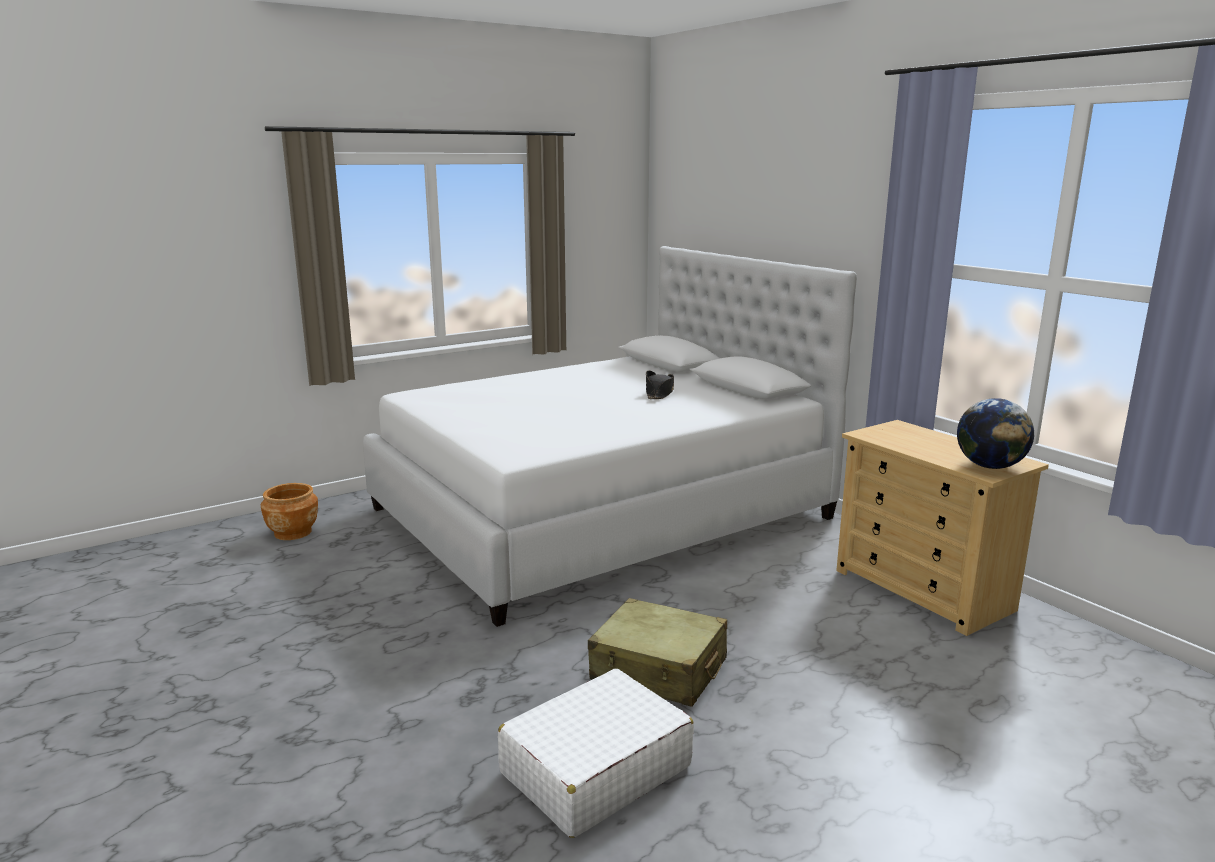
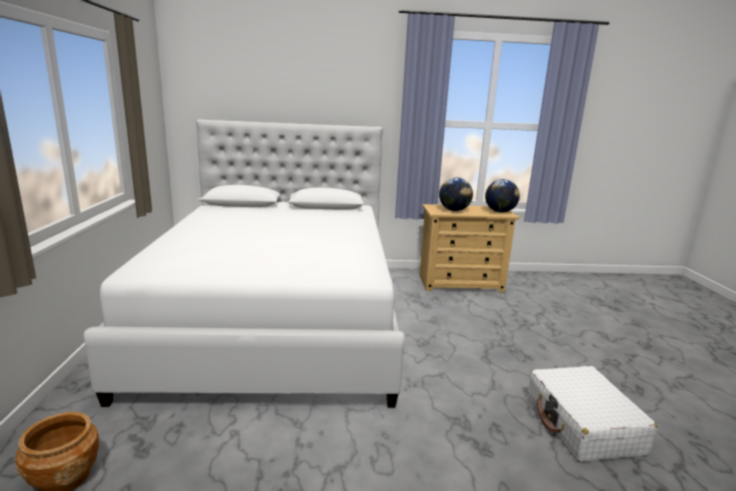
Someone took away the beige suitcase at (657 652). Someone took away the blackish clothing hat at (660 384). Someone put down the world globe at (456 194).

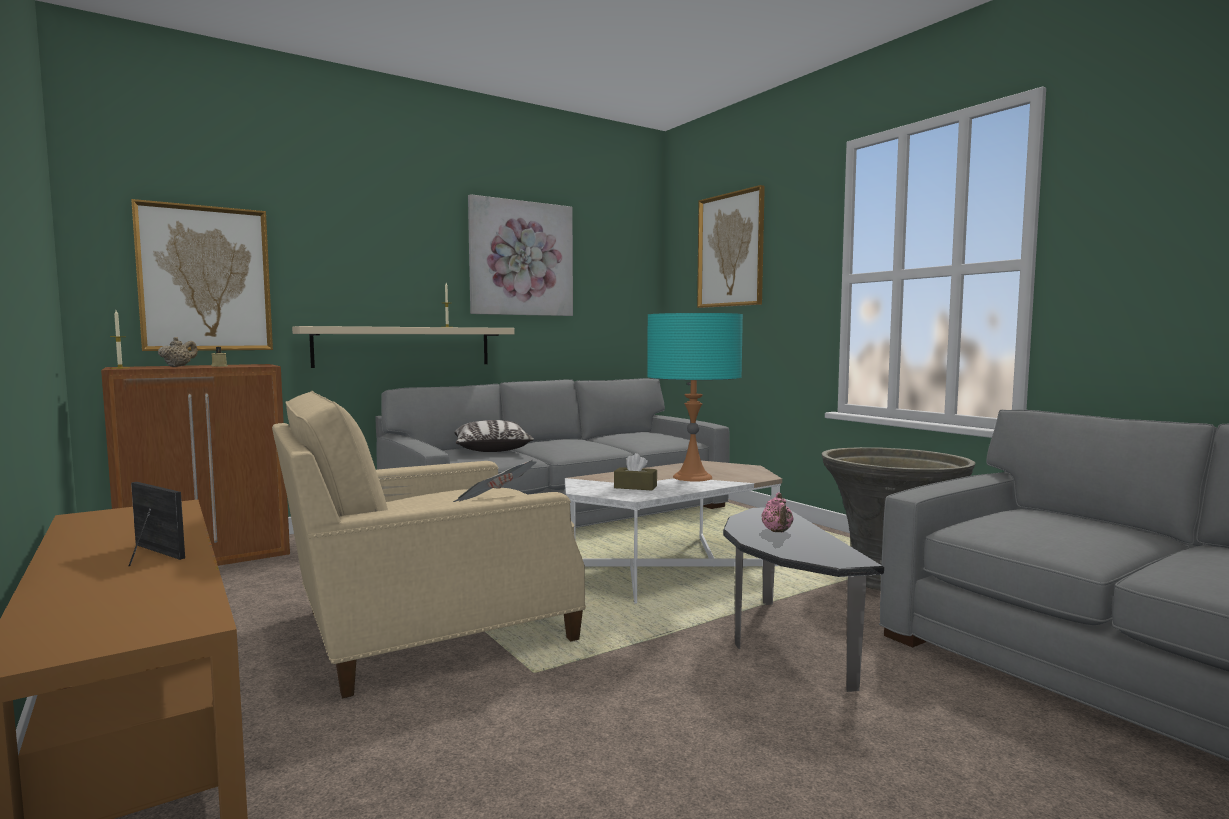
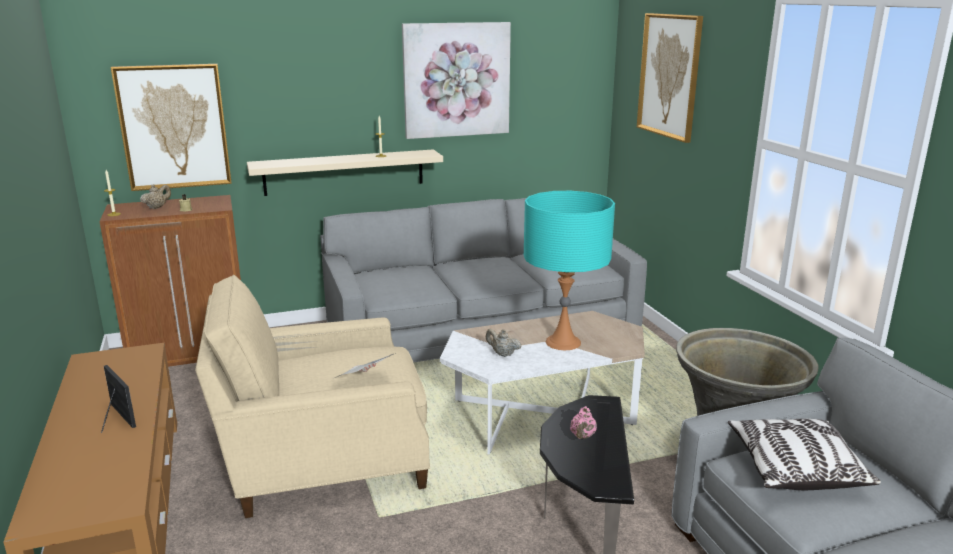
Someone carried the throw pillow from (494 436) to (804 455). Someone swapped the brown-coloured tissue box at (635 471) for the beige pot for tea at (503 343).

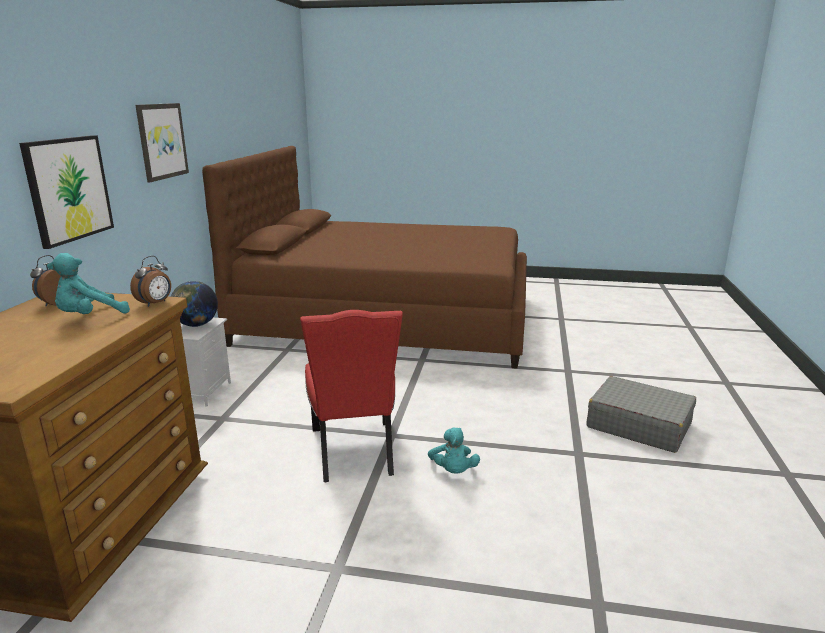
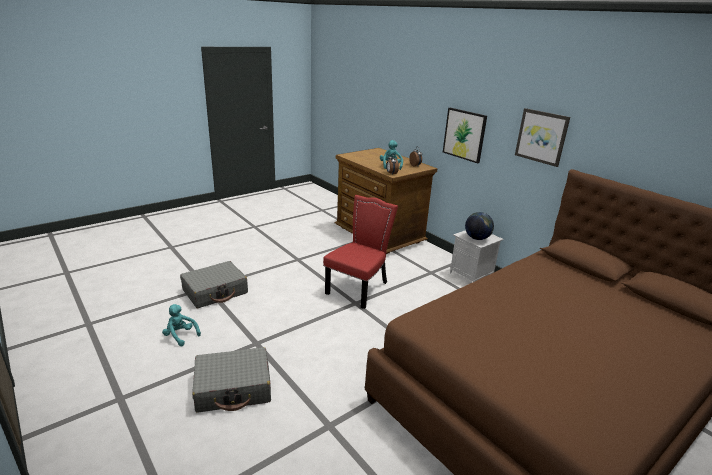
Someone rotated the red upright chair at (351 396) by 90 degrees clockwise. Someone carried the turquoise cuddly toy from (454 451) to (181 325). Someone put down the gray suitcase at (214 284).

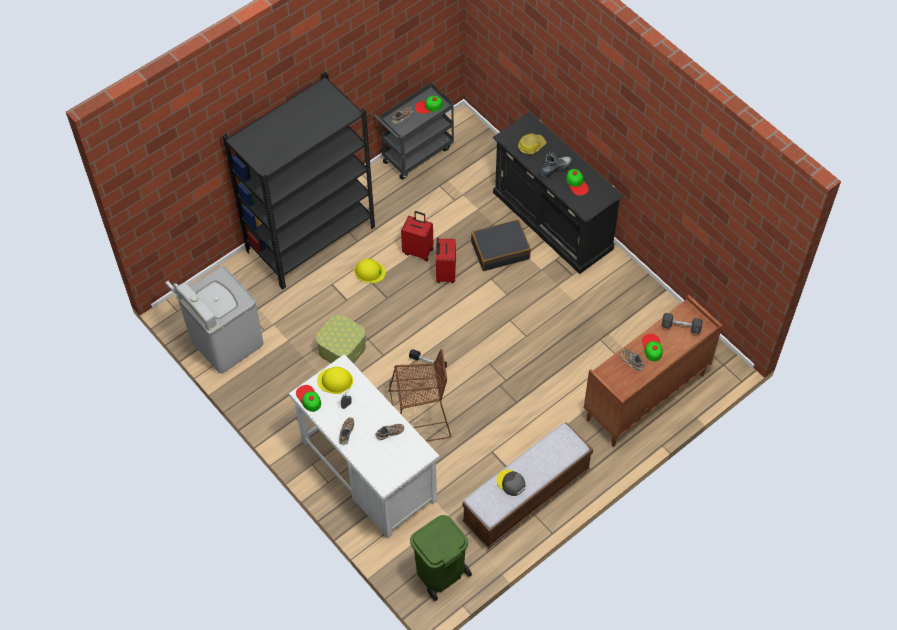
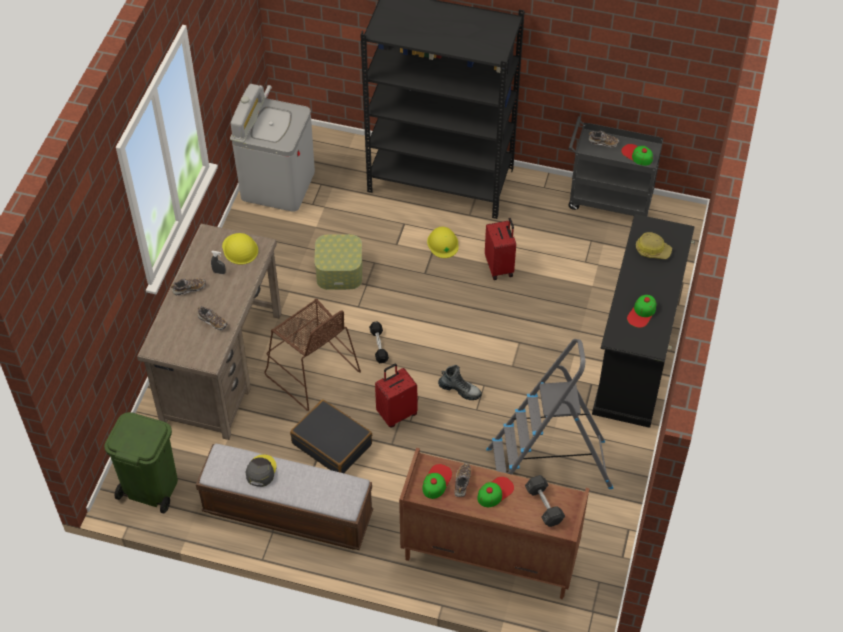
Someone repainted the whitish desk table at (364 446), which became the brown-coloured desk table at (209 332). Someone carried the peaked cap from (308 398) to (437 481). Someone carried the red suitcase from (446 260) to (396 395). Someone carried the blackish suitcase from (501 245) to (331 436). Someone carried the boot from (555 165) to (460 382). Someone put down the gray stepladder at (549 414).

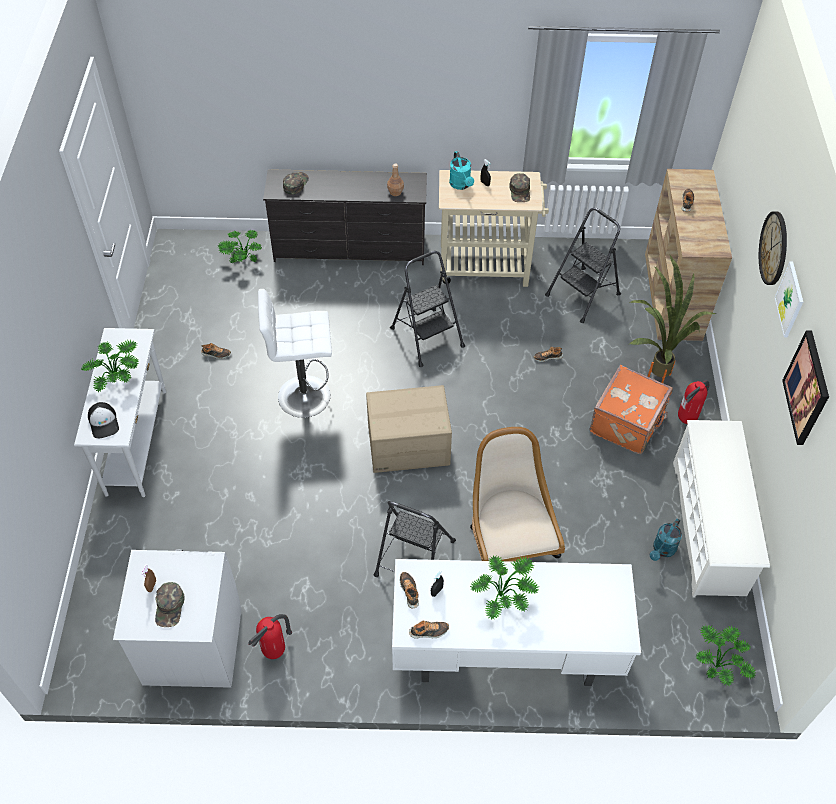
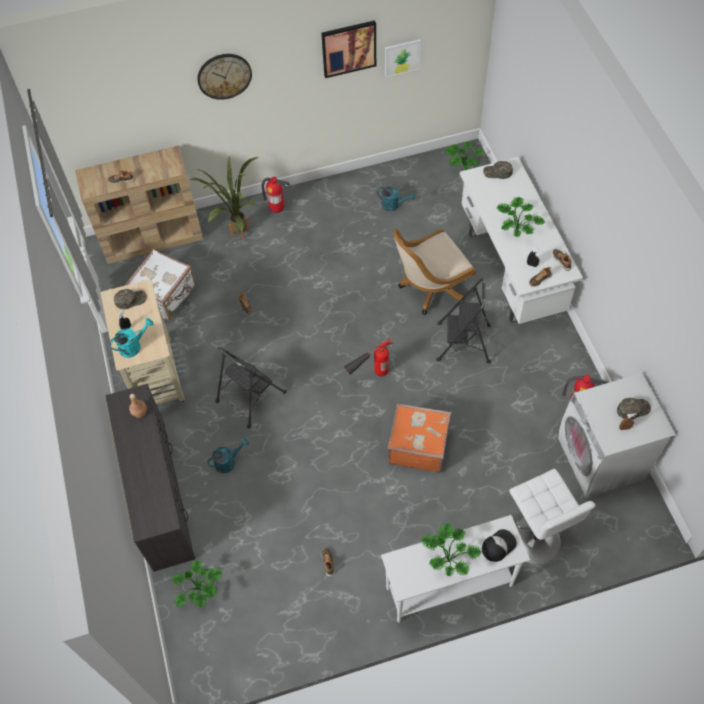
Someone carried the whitish sitting stool from (295 353) to (553 516). Someone carried the greenish peaked cap from (296 183) to (498 170). Someone swapped the carton at (409 429) for the extinguisher at (368 357). Someone swapped the blackish stepladder at (583 265) for the whitish suitcase at (160 284). Someone carried the orange-coloured suitcase from (631 409) to (419 438). Someone took away the whitish shoe stand at (721 509). Someone carried the wall art from (789 299) to (403 58). Someone put down the turquoise watering can at (228 456).

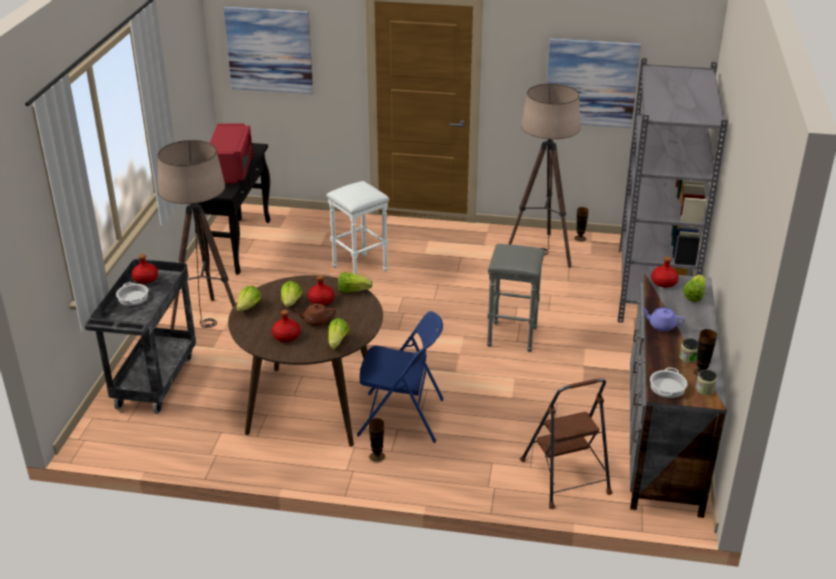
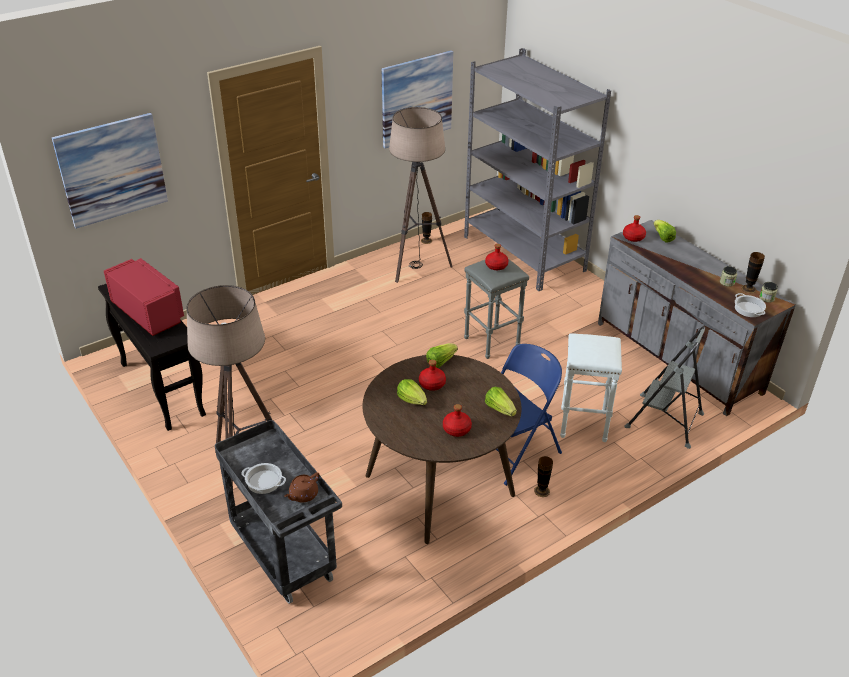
Someone carried the red drink bottle from (145 269) to (496 257). Someone took away the lettuce at (249 298). Someone carried the brown-coloured pot for tea from (315 314) to (301 487). Someone carried the whitish sitting stool from (357 227) to (591 387). Someone repainted the brown-coloured stepladder at (566 443), which became the gray stepladder at (664 387). Someone took away the purple-coloured pot for tea at (663 319).

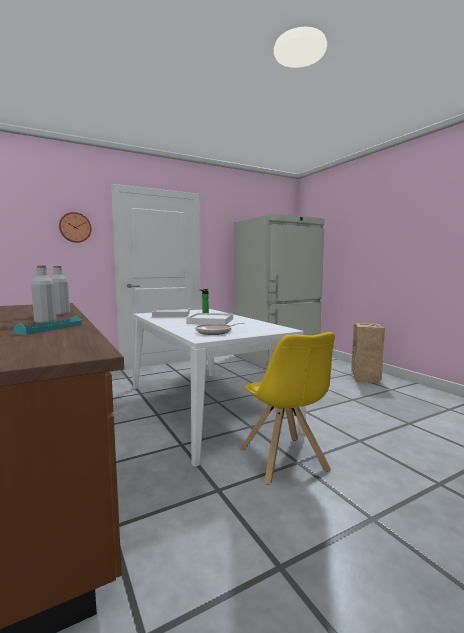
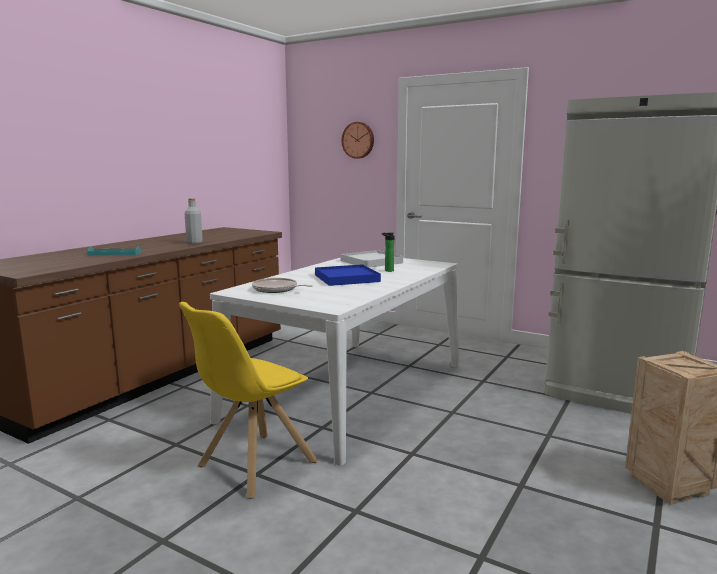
Someone took away the gray drink bottle at (43 294). Someone repainted the whitish tray at (209 319), which became the blue tray at (348 275).

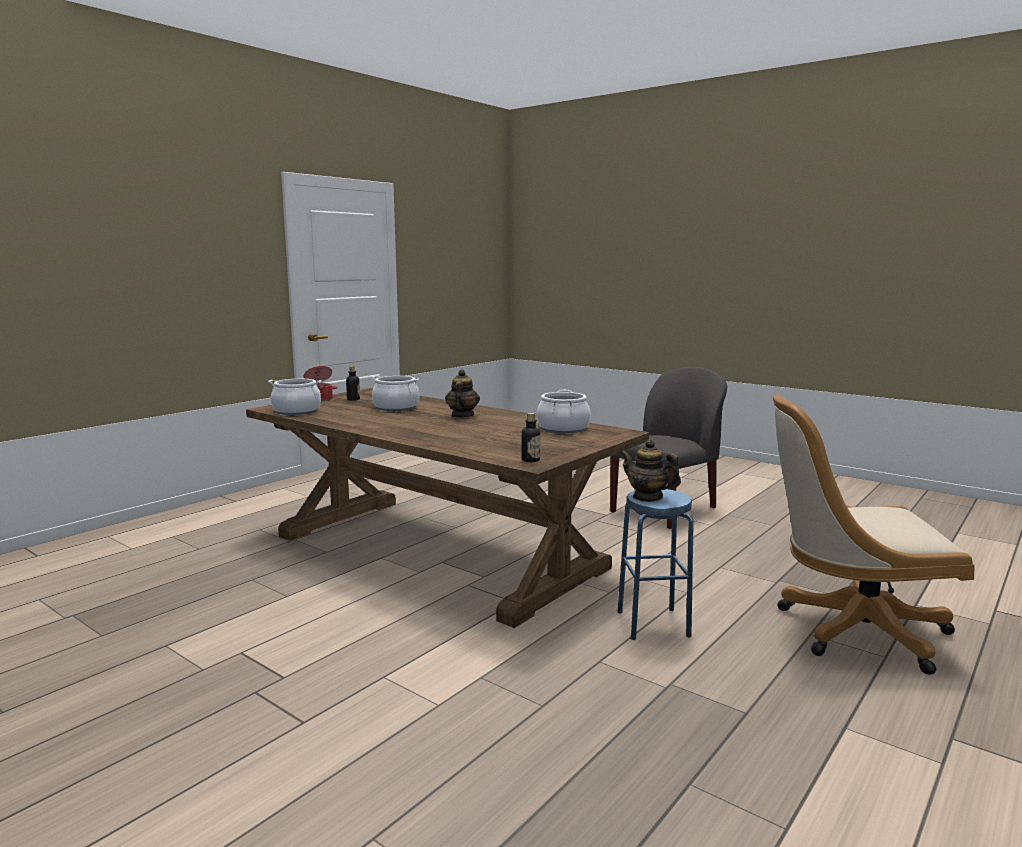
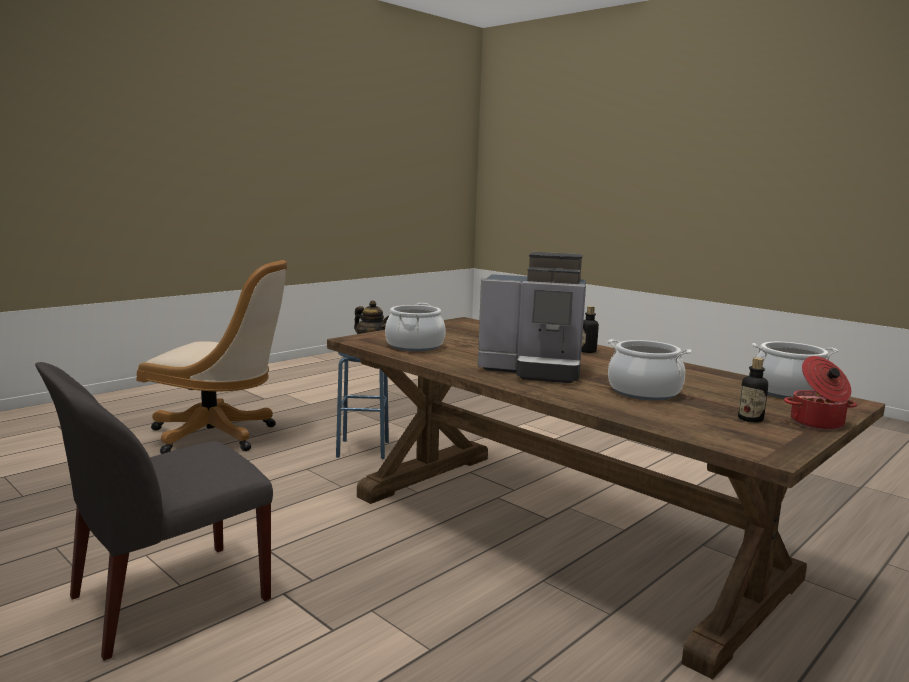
Someone swapped the pot for tea at (462 394) for the coffee brewer at (532 317). Someone carried the drink bottle from (531 437) to (590 329).

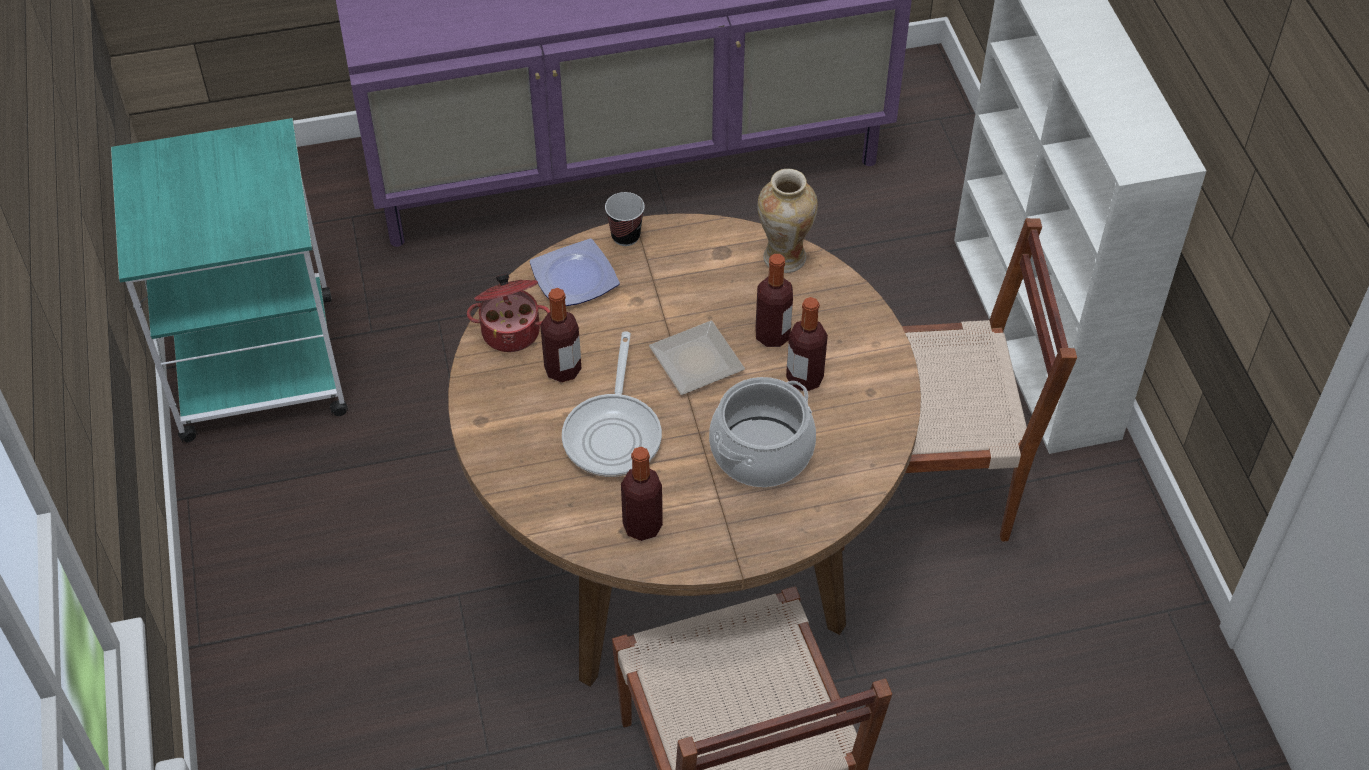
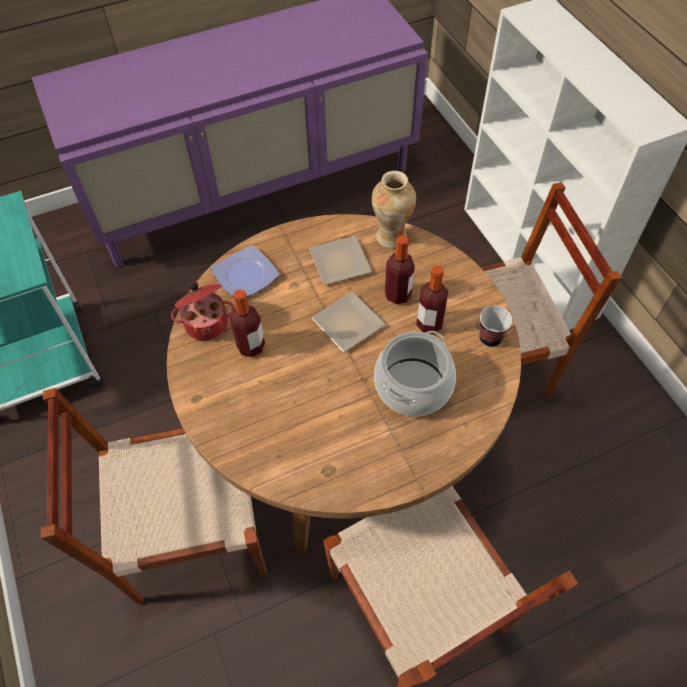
Someone took away the frying pan at (612 404). Someone carried the cup from (625 219) to (496 326). Someone took away the drink bottle at (642 494). Someone put down the upright chair at (154 496). Someone put down the plate at (340 260).

